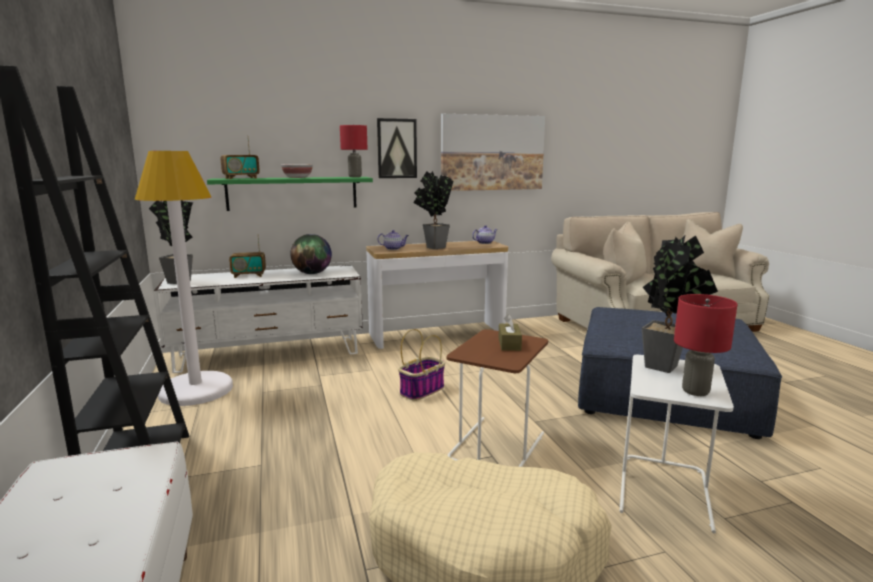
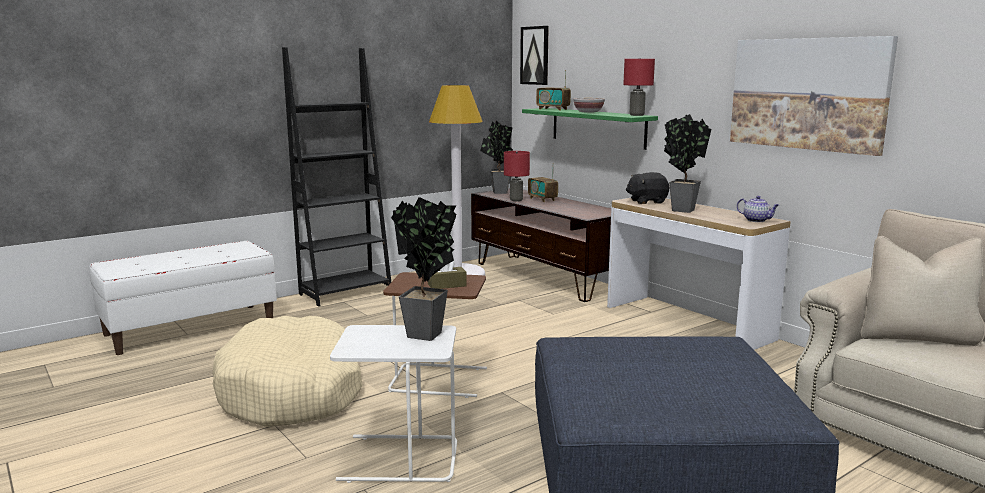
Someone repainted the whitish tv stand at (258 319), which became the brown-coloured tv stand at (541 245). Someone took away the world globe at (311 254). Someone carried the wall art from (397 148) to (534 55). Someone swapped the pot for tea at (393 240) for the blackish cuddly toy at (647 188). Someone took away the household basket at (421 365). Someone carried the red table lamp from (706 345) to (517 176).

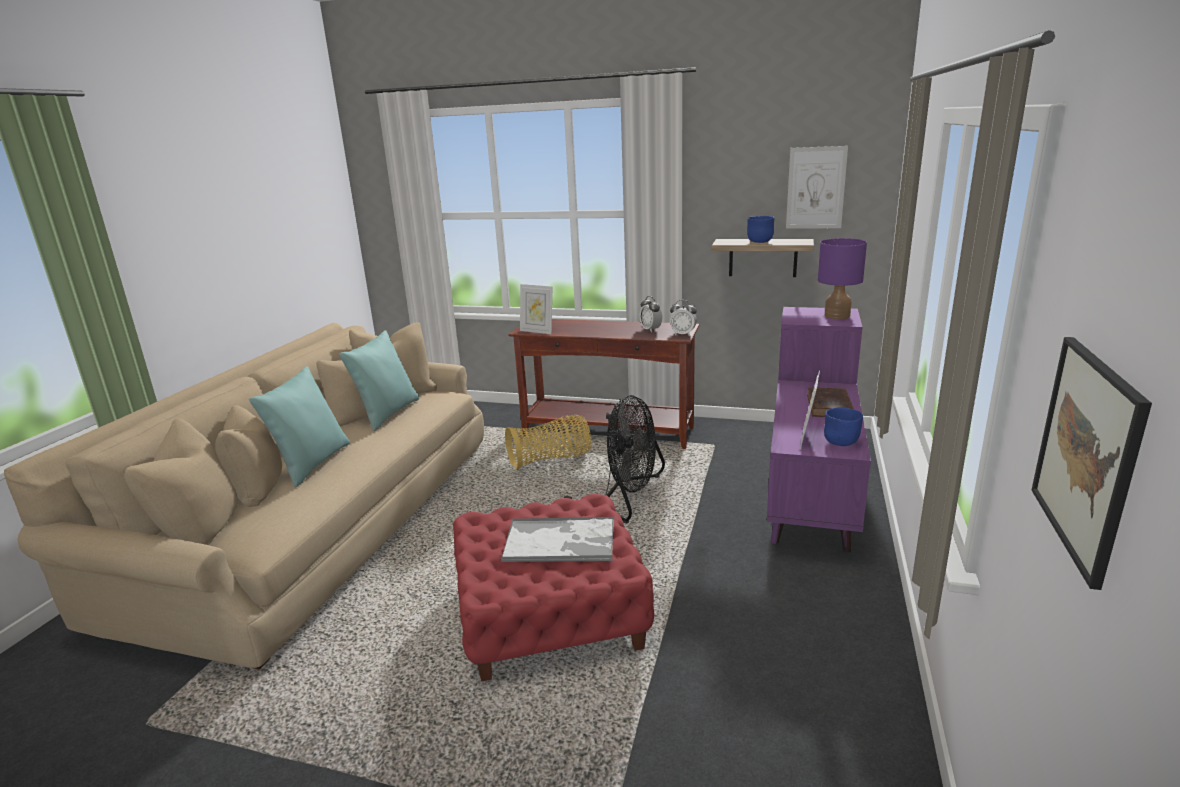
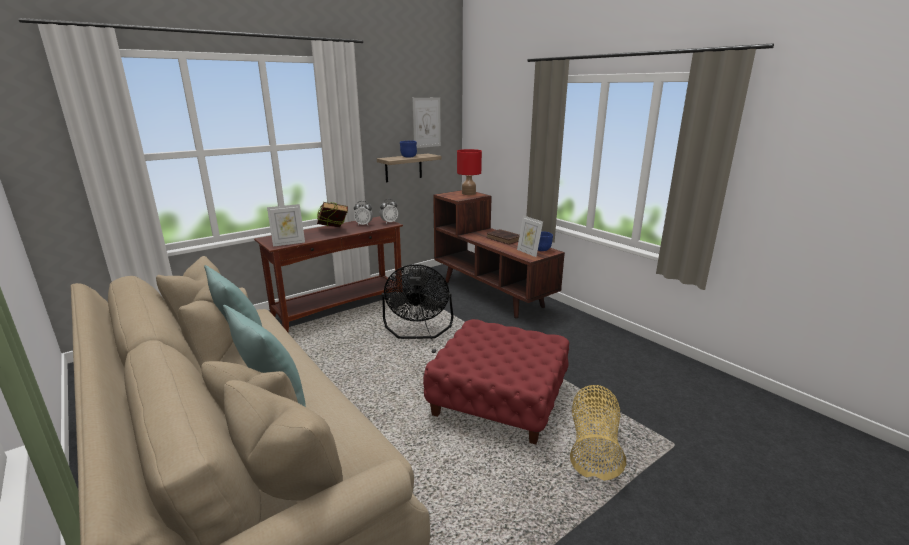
Someone took away the tray at (557 539). Someone carried the household basket from (548 442) to (598 433). Someone rotated the blackish cooling fan at (614 459) by 60 degrees counterclockwise. Someone repainted the purple-coloured tv stand at (819 429), which became the brown-coloured tv stand at (499 254). Someone repainted the purple-coloured table lamp at (842 278), which became the red table lamp at (469 172). Someone took away the wall art at (1092 463). Someone put down the bound book at (332 214).

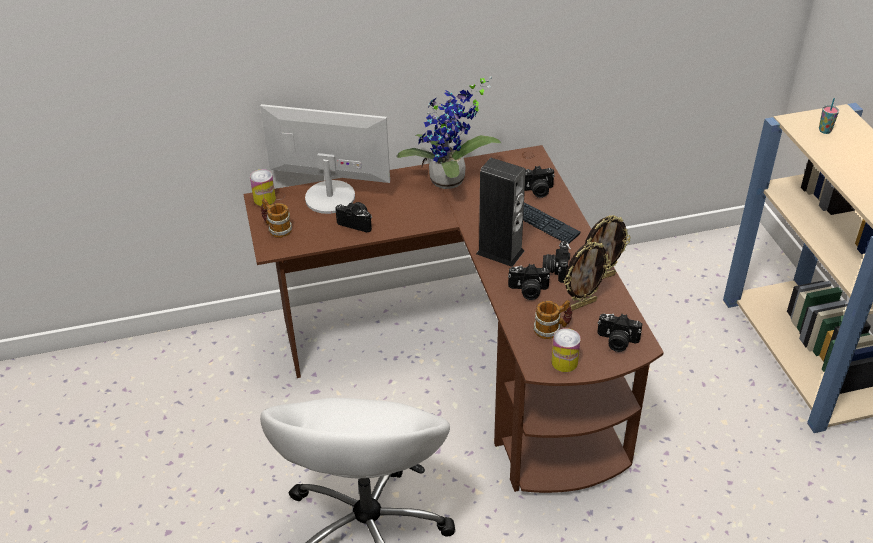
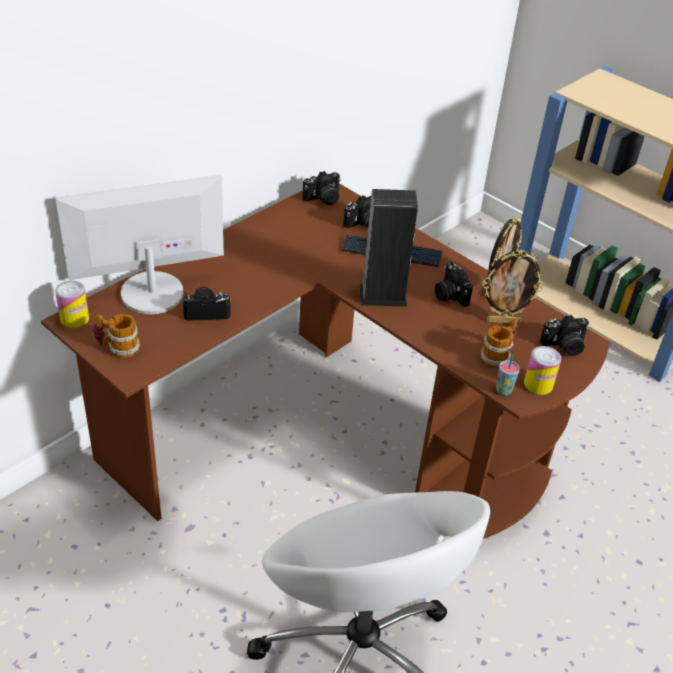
Someone took away the houseplant at (449 132). Someone carried the photo camera from (529 282) to (321 188). Someone rotated the photo frame at (587 276) by 60 degrees clockwise. Someone carried the cup from (829 116) to (508 375).

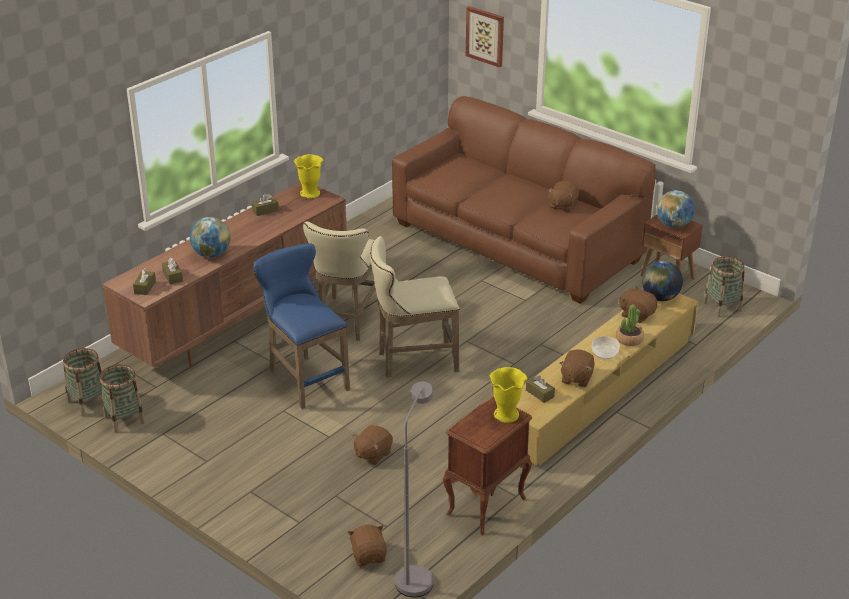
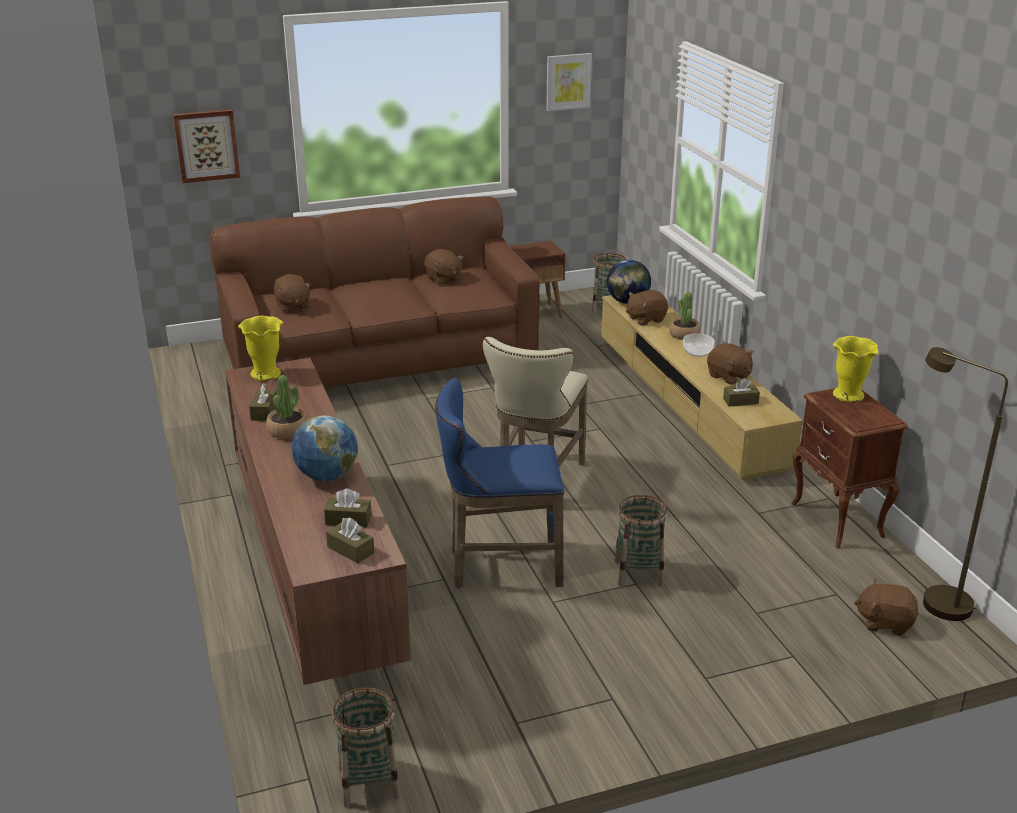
Someone carried the household basket from (122 398) to (641 541). Someone took away the beige sitting stool at (341 281). Someone carried the brown-coloured cuddly toy from (372 445) to (292 293). Someone repainted the gray standard lamp at (414 489), which became the brown-coloured standard lamp at (965 484). Someone took away the world globe at (676 209). Someone put down the houseplant at (286 407). Someone put up the wall art at (569 82).

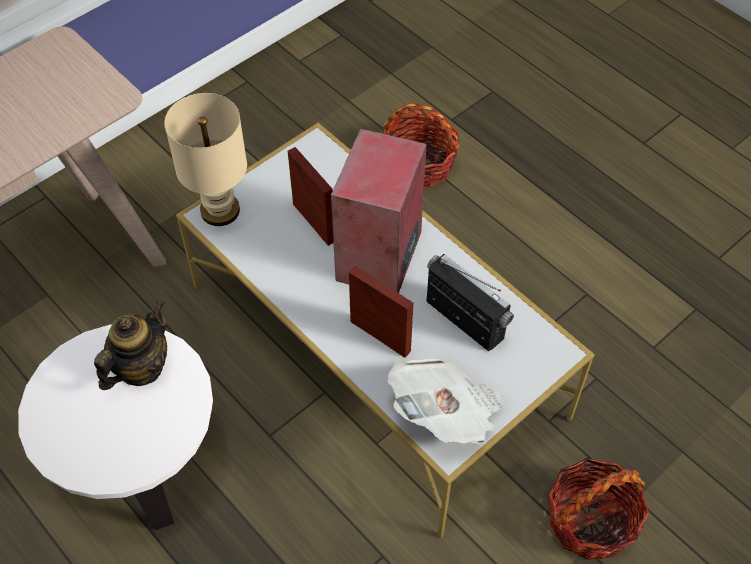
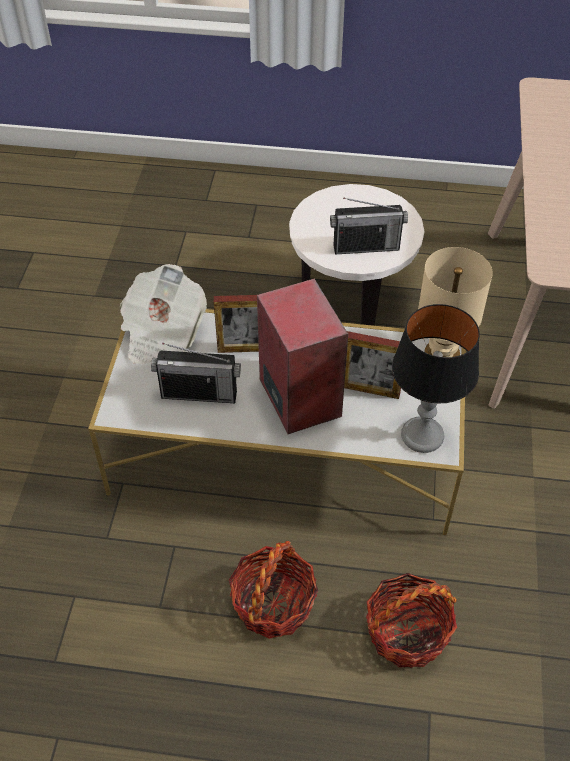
Someone swapped the pot for tea at (130 345) for the radio set at (369 226). Someone carried the household basket from (598 509) to (273 590). Someone put down the table lamp at (436 378).

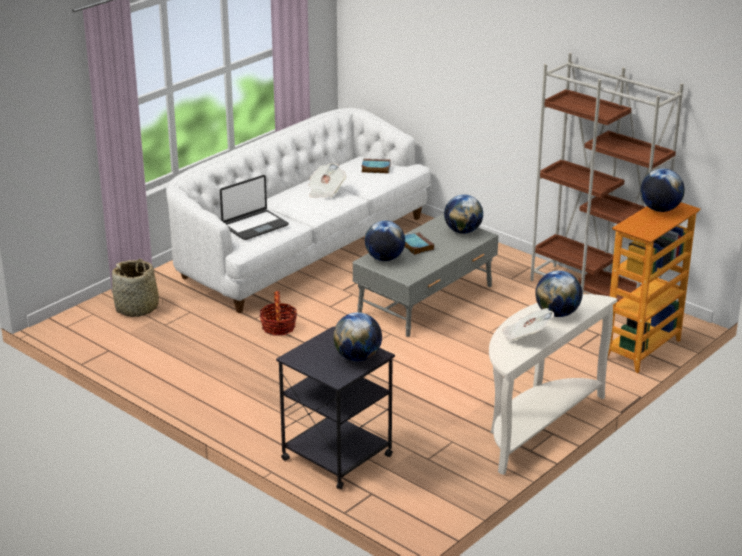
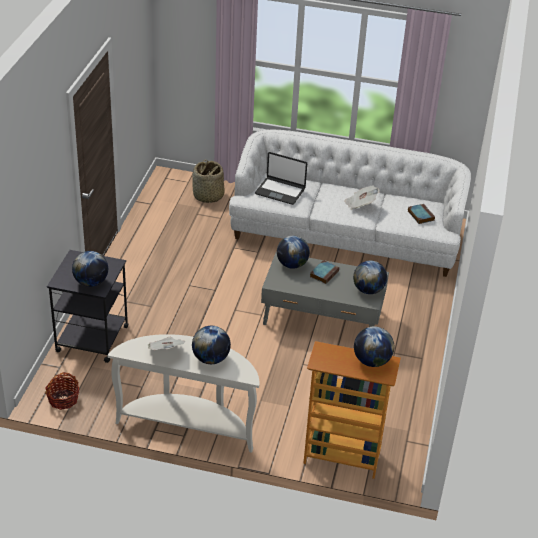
Someone carried the household basket from (278 313) to (62 391). Someone took away the brown-coloured bookshelf at (607 177).

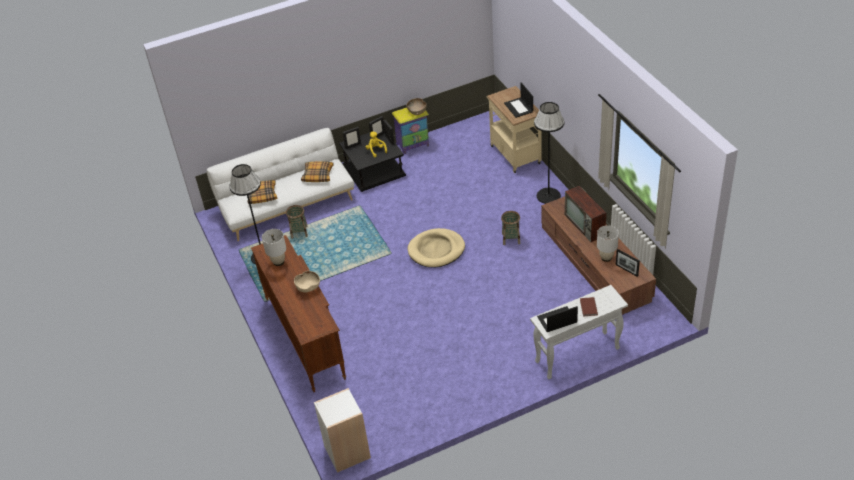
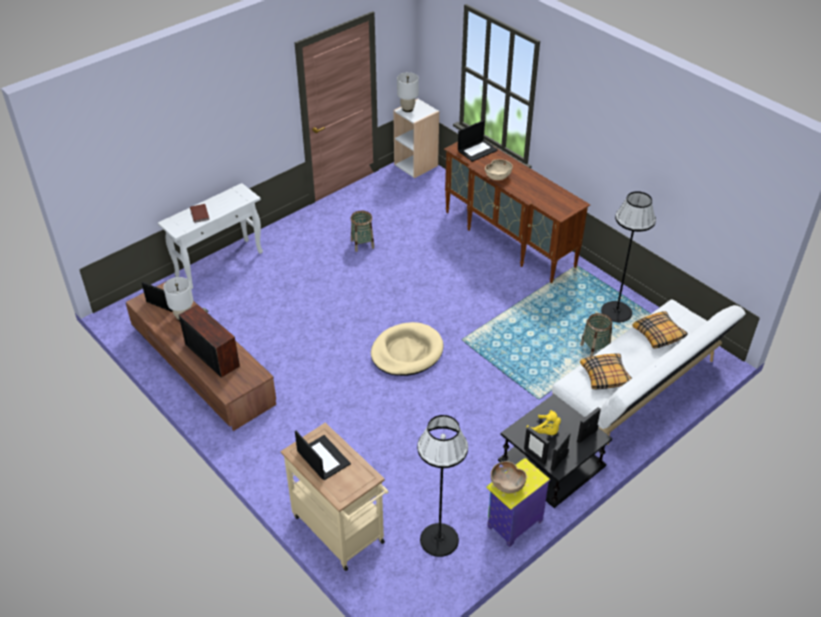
Someone carried the whitish table lamp from (274 247) to (408 92). Someone carried the household basket from (510 228) to (362 231). Someone carried the blackish standard lamp from (549 153) to (442 486). Someone carried the notebook computer from (557 319) to (478 141).

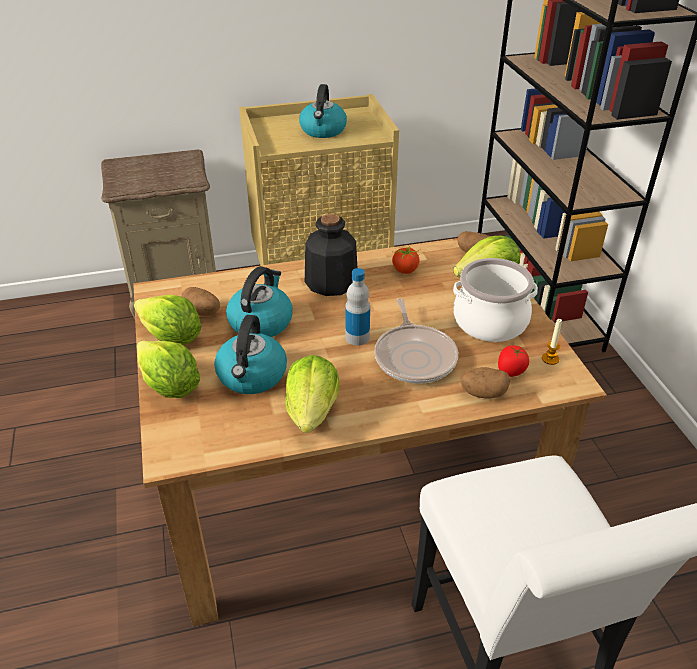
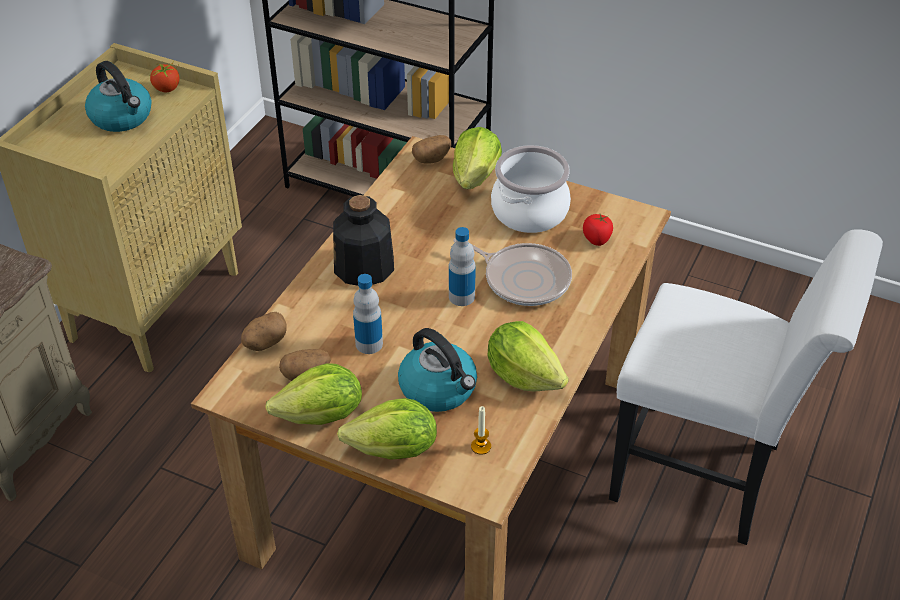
Someone swapped the tea kettle at (259 301) for the drink bottle at (368 314). Someone carried the whole tomato from (406 260) to (165 75). Someone carried the spud from (485 383) to (264 331). Someone carried the wax light from (552 342) to (481 430).

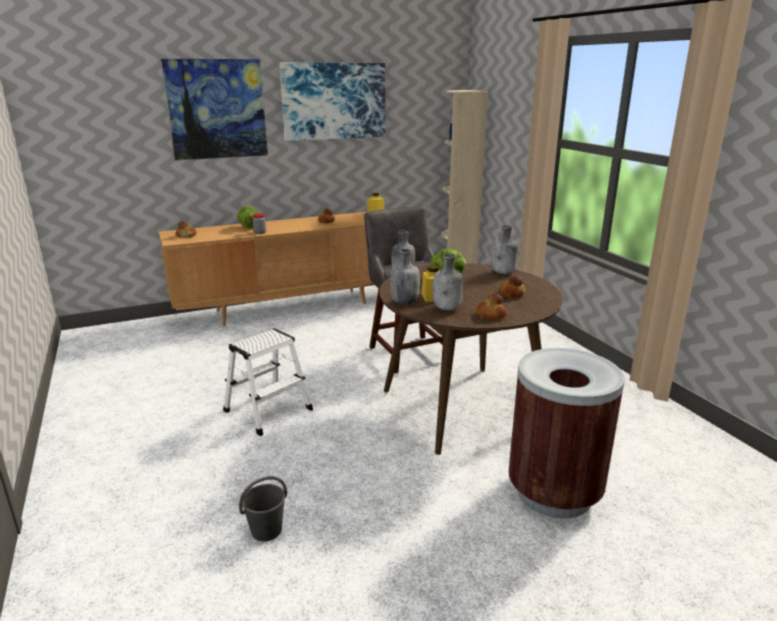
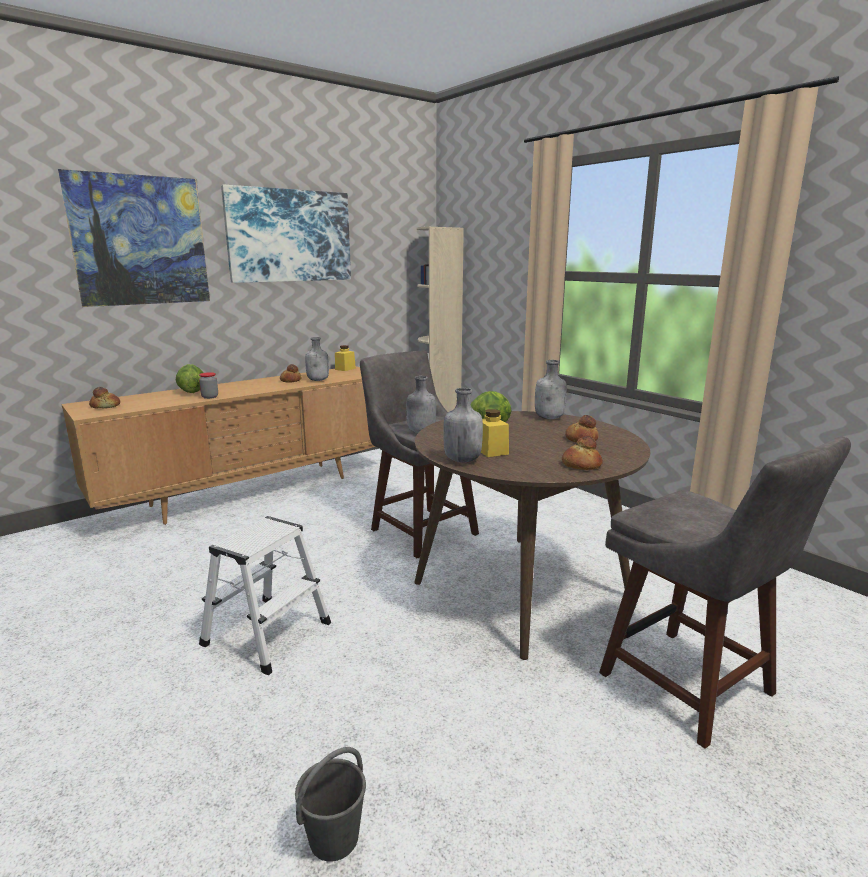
Someone carried the gray drink bottle from (448 282) to (317 359). Someone swapped the brown-coloured waste bin at (566 433) for the gray sitting stool at (725 593).

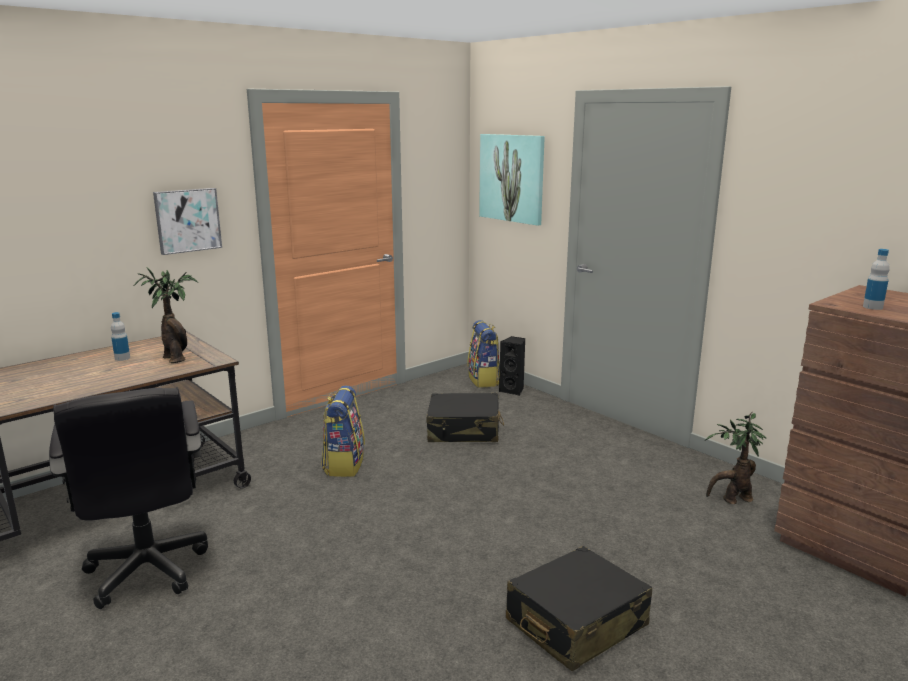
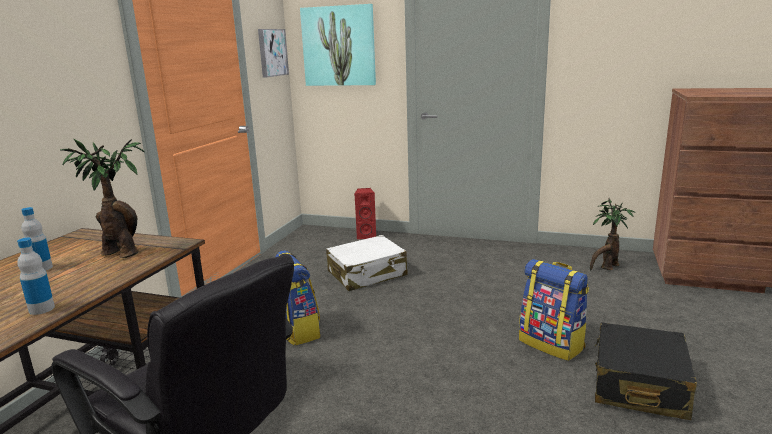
Someone carried the wall art from (187 221) to (273 53). Someone repainted the blackish suitcase at (465 417), which became the whitish suitcase at (367 263). Someone carried the backpack from (483 354) to (554 310). Someone repainted the blackish speaker at (512 366), which became the red speaker at (365 213). Someone carried the drink bottle from (876 279) to (36 276).

